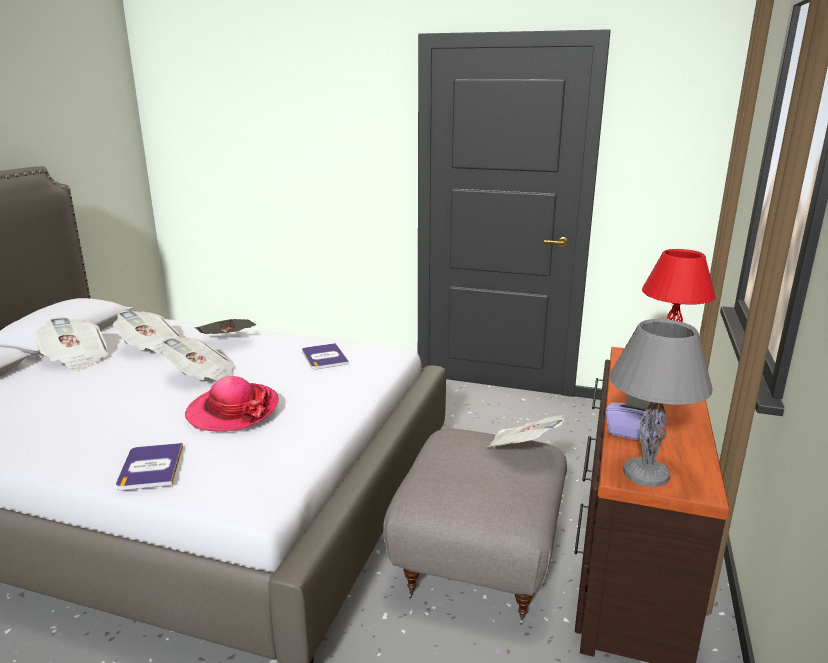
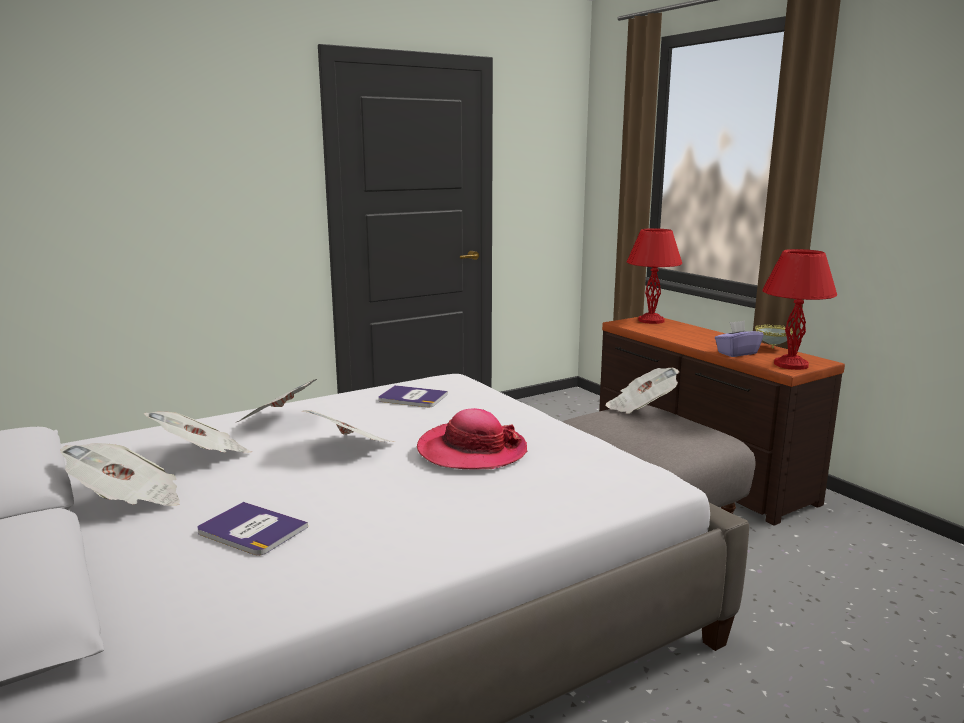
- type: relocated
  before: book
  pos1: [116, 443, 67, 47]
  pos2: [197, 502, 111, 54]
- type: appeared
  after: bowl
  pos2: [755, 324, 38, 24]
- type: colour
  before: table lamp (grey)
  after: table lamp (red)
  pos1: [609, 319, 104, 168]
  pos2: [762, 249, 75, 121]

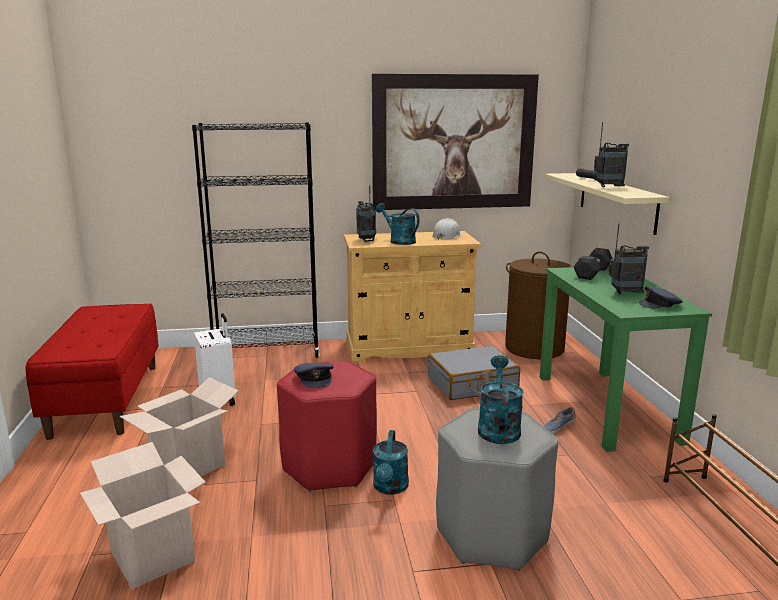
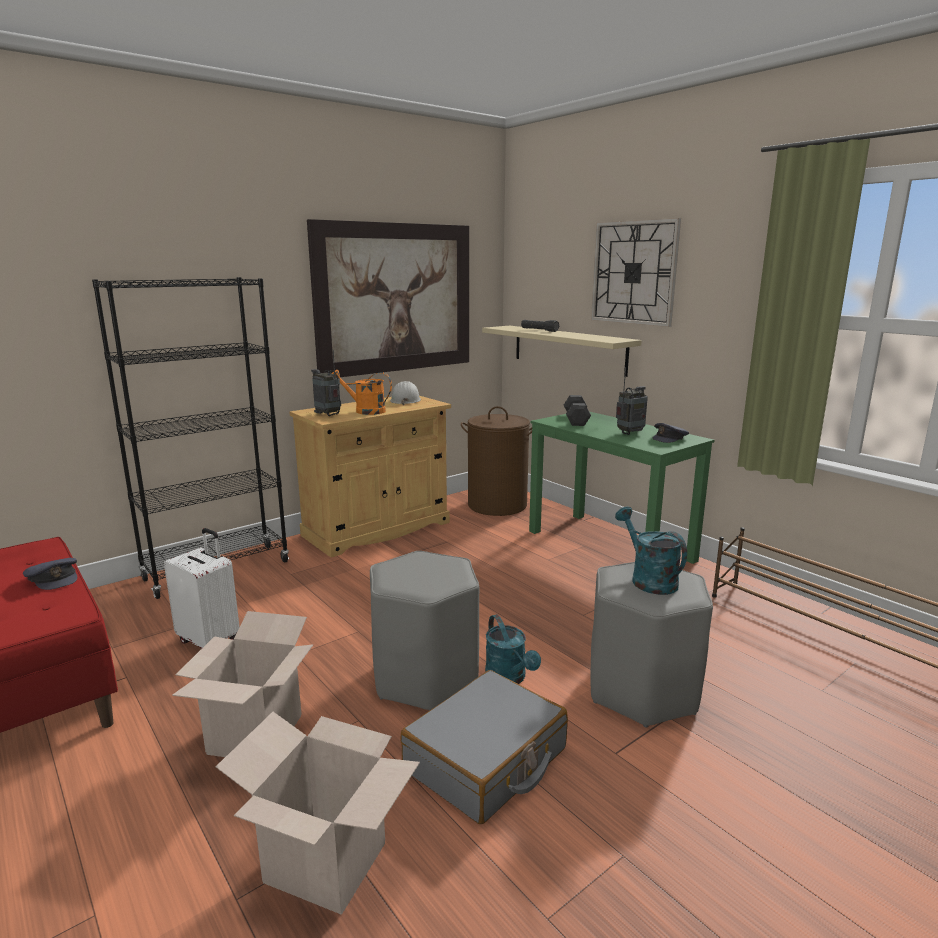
- type: relocated
  before: cap (grey)
  pos1: [294, 363, 40, 25]
  pos2: [23, 558, 54, 32]
- type: colour
  before: watering can (turquoise)
  after: watering can (orange)
  pos1: [376, 203, 44, 42]
  pos2: [332, 370, 60, 45]
- type: colour
  before: stool (red)
  after: stool (grey)
  pos1: [277, 361, 100, 131]
  pos2: [370, 551, 109, 160]
- type: relocated
  before: suitcase (grey)
  pos1: [428, 346, 92, 54]
  pos2: [401, 670, 167, 154]
- type: appeared
  after: wall clock
  pos2: [591, 218, 90, 109]
- type: missing
  before: shoe
  pos1: [543, 407, 33, 28]
- type: missing
  before: radio
  pos1: [594, 122, 35, 65]

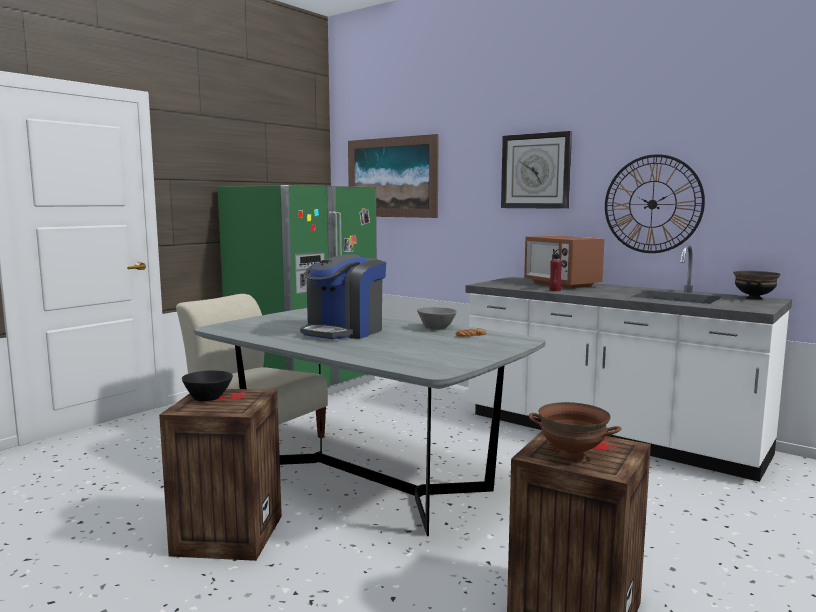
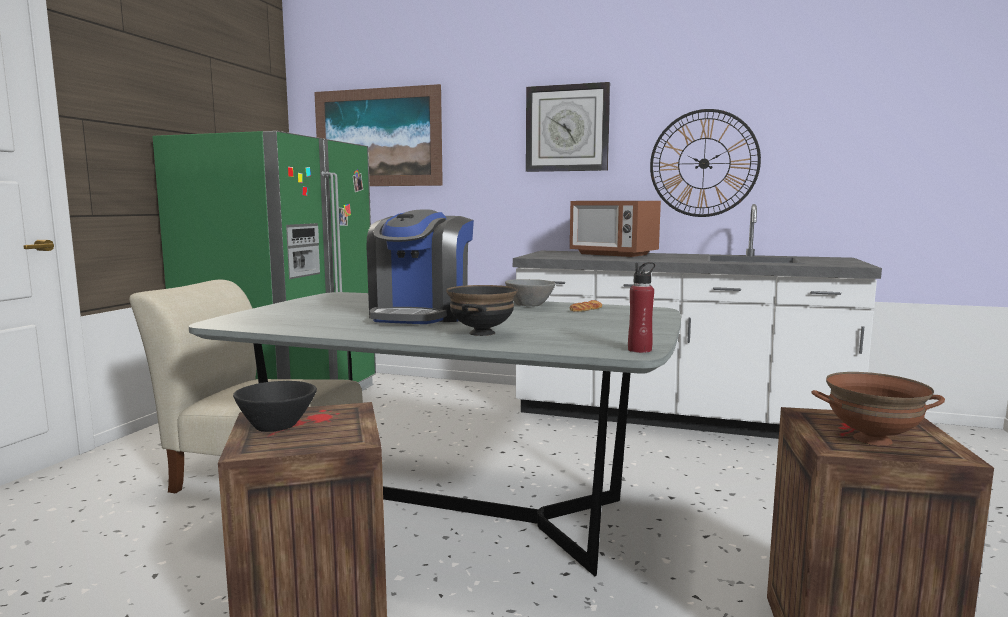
- type: relocated
  before: bowl (black)
  pos1: [733, 271, 47, 29]
  pos2: [446, 285, 72, 51]
- type: relocated
  before: bottle (red)
  pos1: [549, 249, 14, 42]
  pos2: [628, 262, 27, 91]

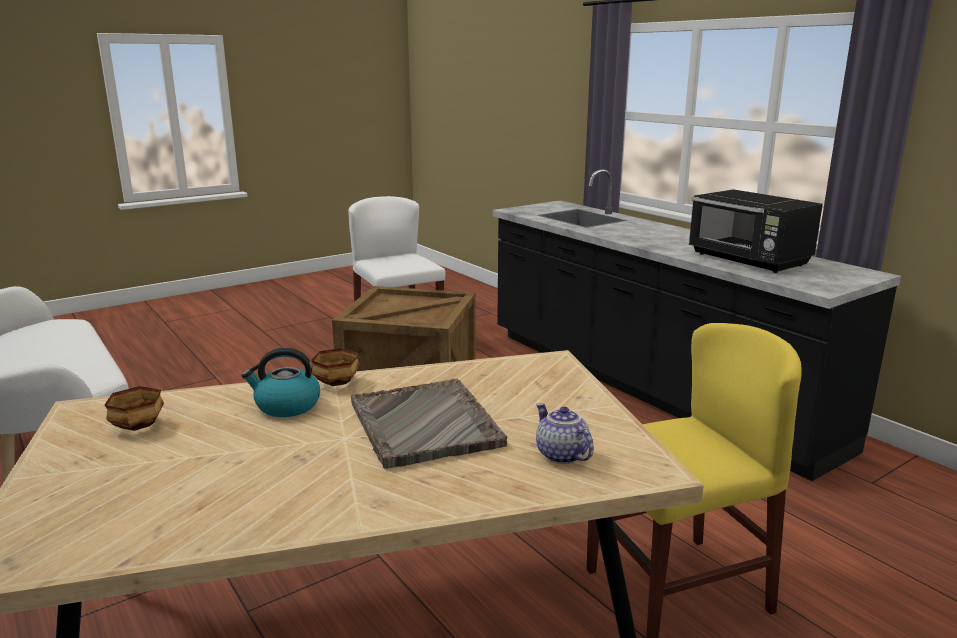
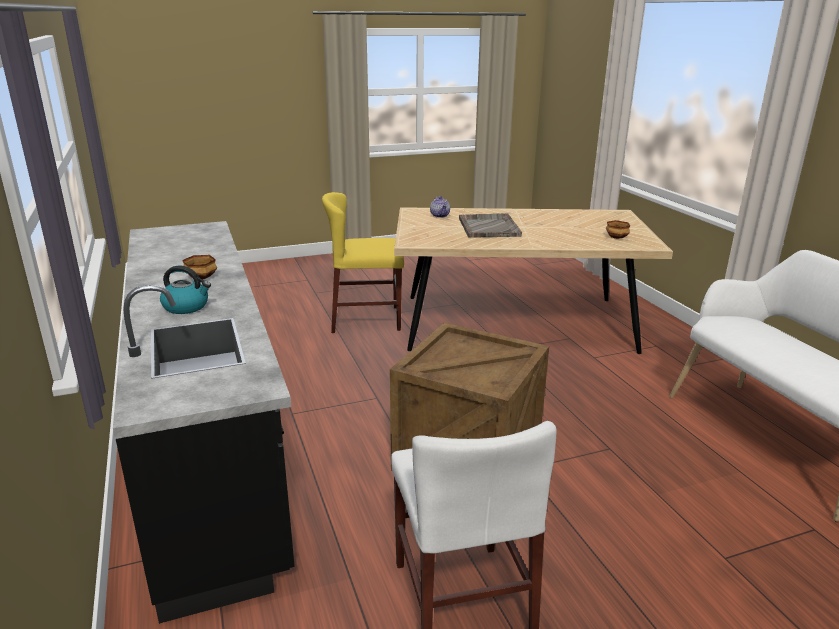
- type: relocated
  before: kettle
  pos1: [242, 348, 78, 69]
  pos2: [160, 266, 51, 48]
- type: relocated
  before: bowl
  pos1: [311, 348, 49, 38]
  pos2: [182, 255, 35, 25]
- type: missing
  before: microwave (black)
  pos1: [689, 189, 134, 84]

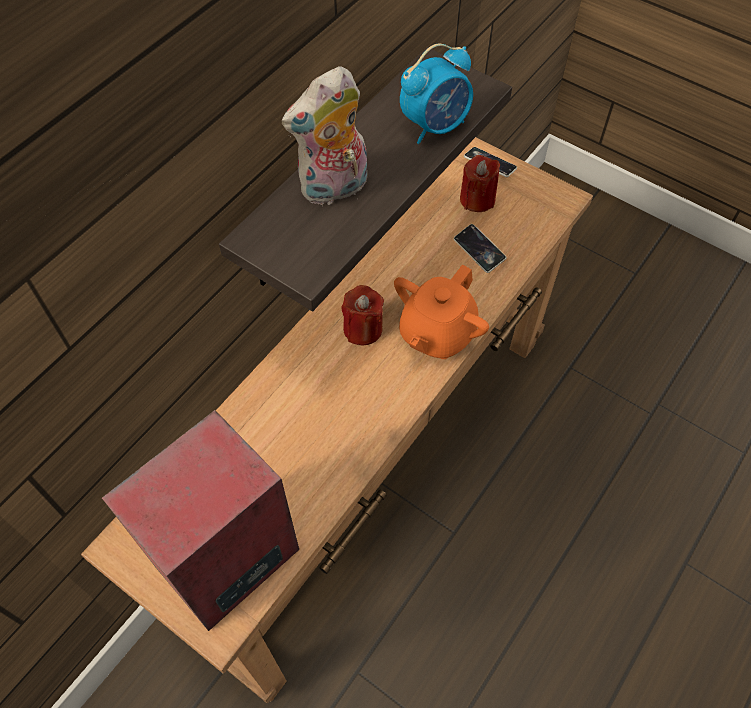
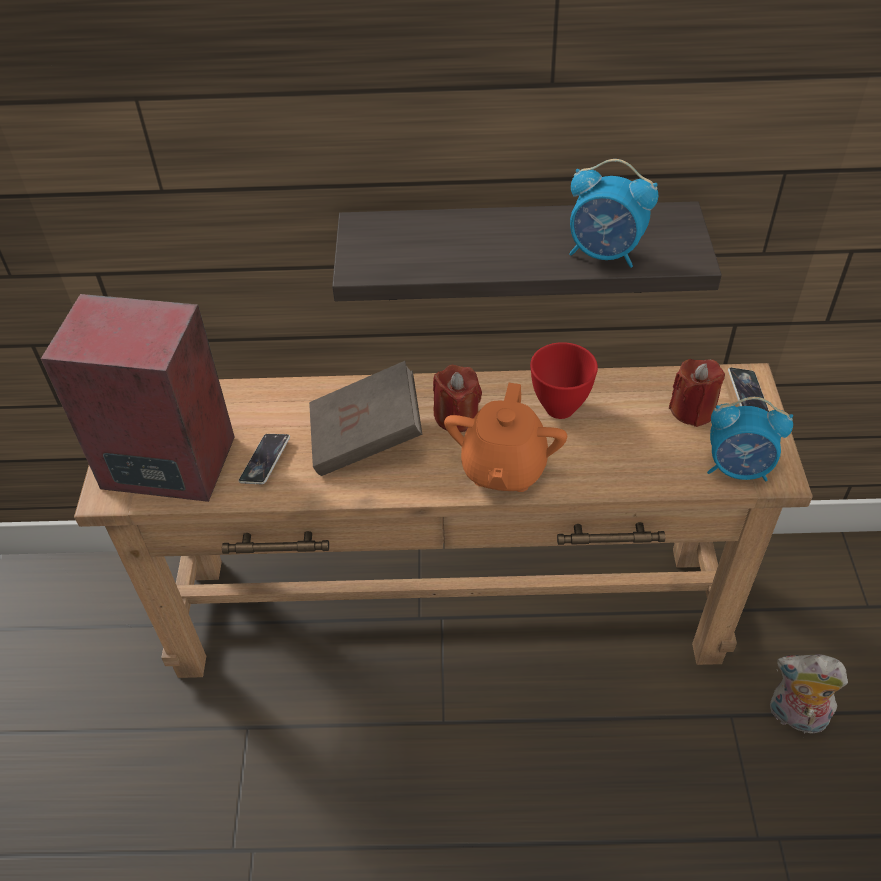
- type: relocated
  before: phone
  pos1: [454, 224, 52, 49]
  pos2: [238, 434, 52, 50]
- type: appeared
  after: book (brown)
  pos2: [309, 361, 113, 115]
- type: spun
  before: teapot (orange)
  pos1: [394, 264, 95, 95]
  pos2: [444, 383, 123, 109]
  turn: -75
- type: appeared
  after: bowl (red)
  pos2: [530, 342, 68, 77]
- type: appeared
  after: alarm clock
  pos2: [707, 397, 86, 84]
- type: relocated
  before: plush toy
  pos1: [282, 66, 85, 139]
  pos2: [770, 654, 78, 79]

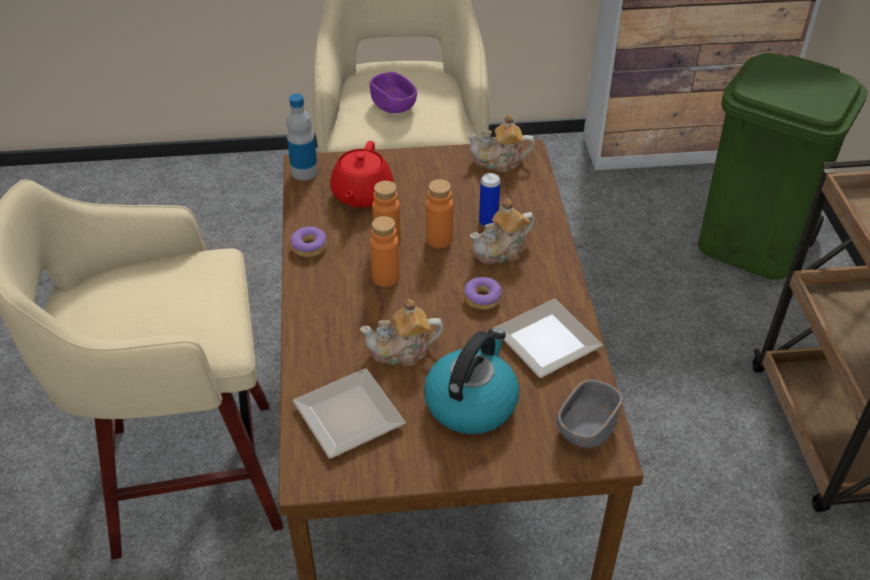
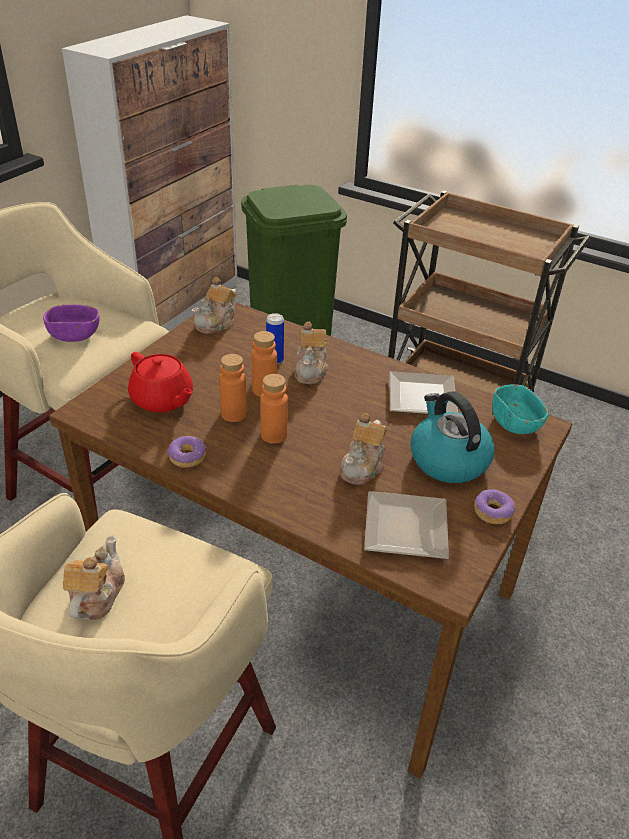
- type: appeared
  after: teapot
  pos2: [63, 536, 62, 84]
- type: relocated
  before: donut
  pos1: [464, 277, 38, 33]
  pos2: [474, 489, 41, 35]
- type: colour
  before: bowl (grey)
  after: bowl (turquoise)
  pos1: [557, 379, 66, 69]
  pos2: [492, 384, 56, 50]
- type: missing
  before: bottle
  pos1: [286, 94, 32, 86]

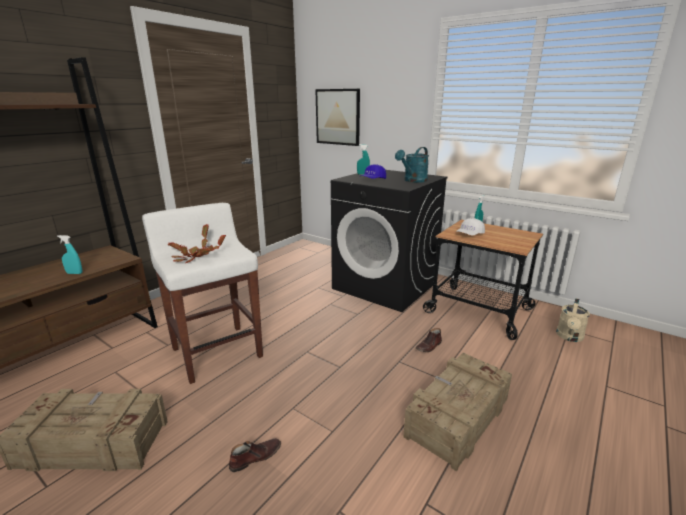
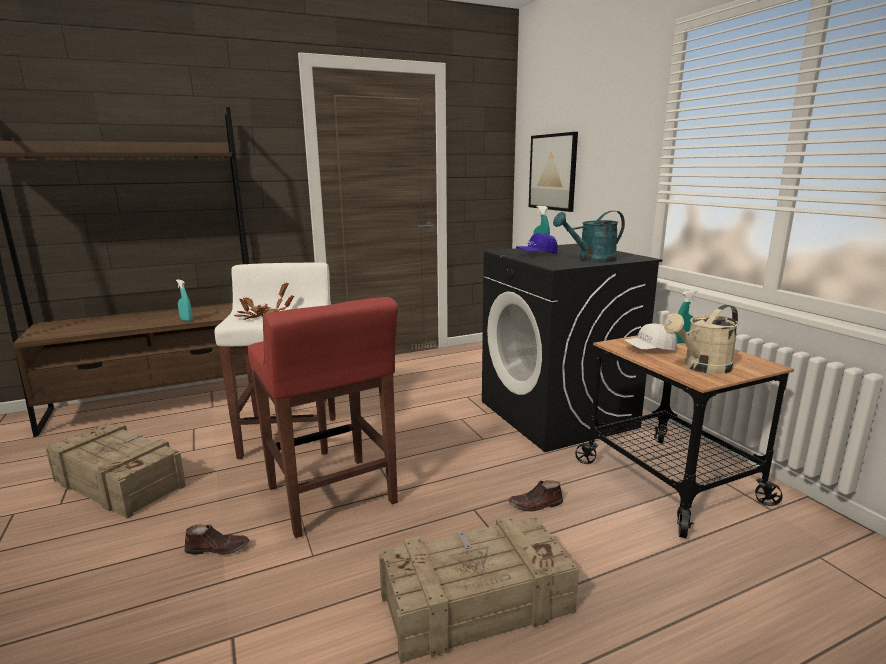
- type: appeared
  after: stool (red)
  pos2: [248, 297, 150, 241]
- type: relocated
  before: watering can (beige)
  pos1: [556, 298, 34, 44]
  pos2: [664, 305, 74, 69]

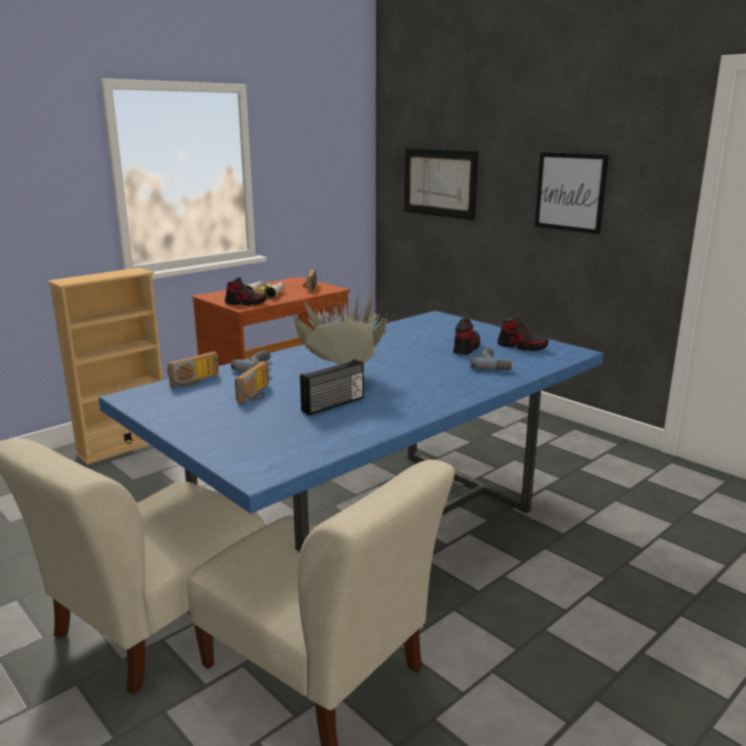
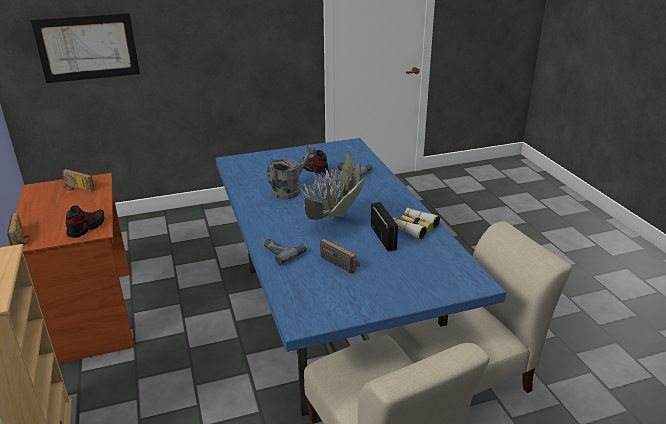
- type: relocated
  before: radio
  pos1: [167, 351, 52, 36]
  pos2: [7, 213, 23, 33]
- type: appeared
  after: watering can (grey)
  pos2: [267, 145, 50, 55]
- type: relocated
  before: binoculars
  pos1: [246, 281, 39, 17]
  pos2: [393, 208, 47, 31]
- type: missing
  before: shoe
  pos1: [497, 315, 52, 36]
- type: missing
  before: picture
  pos1: [535, 152, 74, 82]

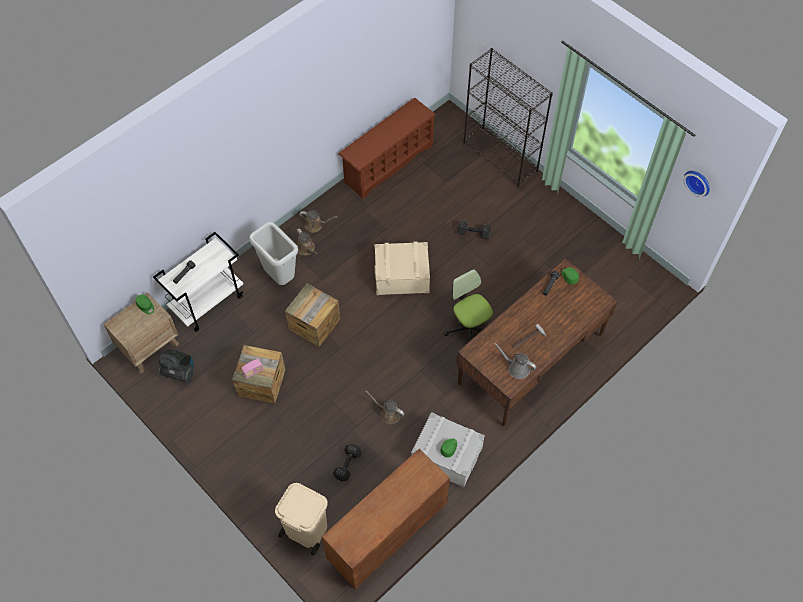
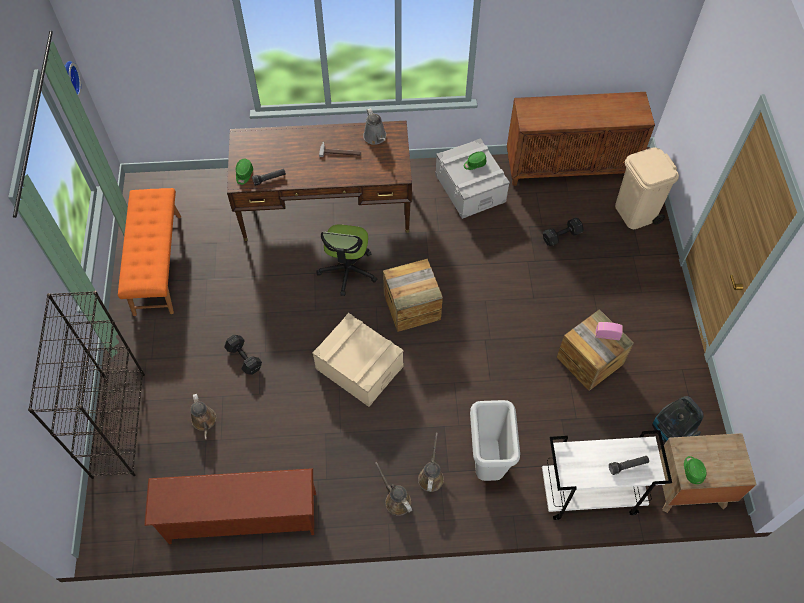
- type: appeared
  after: bench (orange)
  pos2: [118, 188, 63, 128]
- type: relocated
  before: watering can (brown)
  pos1: [365, 391, 39, 33]
  pos2: [190, 393, 26, 47]
- type: relocated
  before: crate
  pos1: [285, 283, 55, 64]
  pos2: [383, 258, 60, 74]

